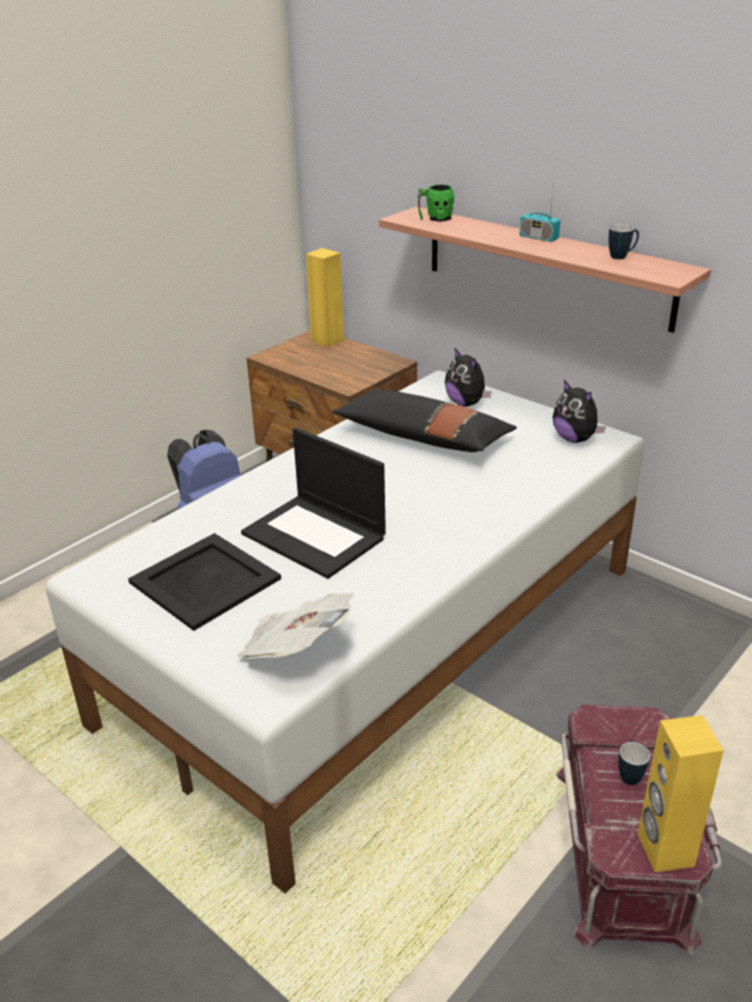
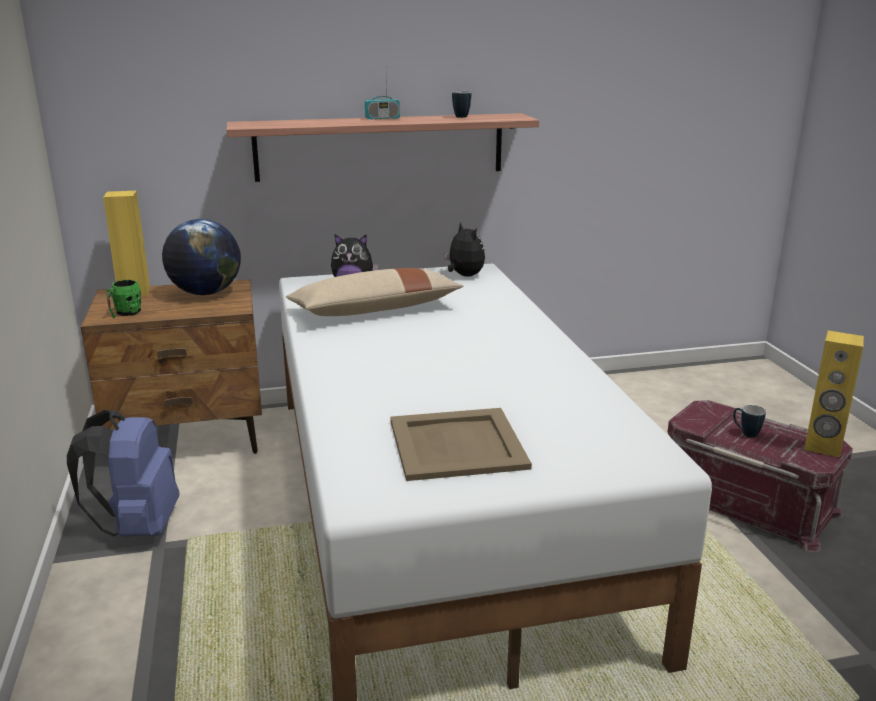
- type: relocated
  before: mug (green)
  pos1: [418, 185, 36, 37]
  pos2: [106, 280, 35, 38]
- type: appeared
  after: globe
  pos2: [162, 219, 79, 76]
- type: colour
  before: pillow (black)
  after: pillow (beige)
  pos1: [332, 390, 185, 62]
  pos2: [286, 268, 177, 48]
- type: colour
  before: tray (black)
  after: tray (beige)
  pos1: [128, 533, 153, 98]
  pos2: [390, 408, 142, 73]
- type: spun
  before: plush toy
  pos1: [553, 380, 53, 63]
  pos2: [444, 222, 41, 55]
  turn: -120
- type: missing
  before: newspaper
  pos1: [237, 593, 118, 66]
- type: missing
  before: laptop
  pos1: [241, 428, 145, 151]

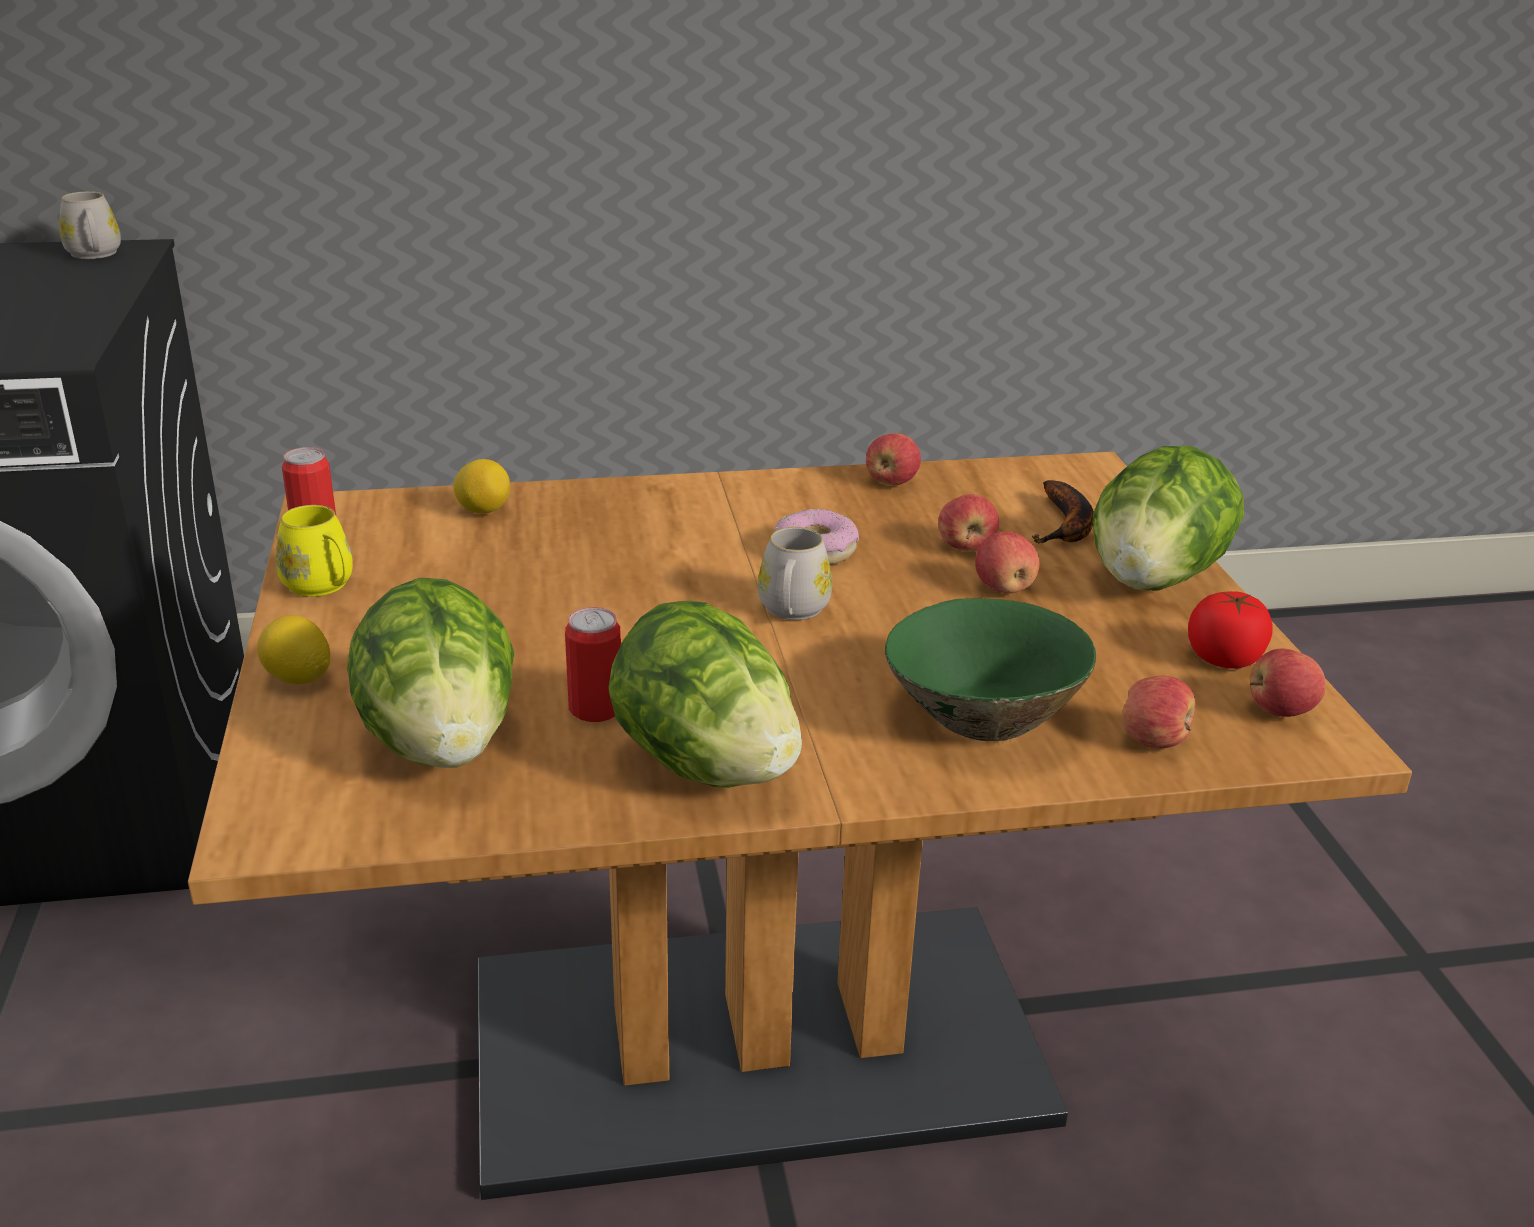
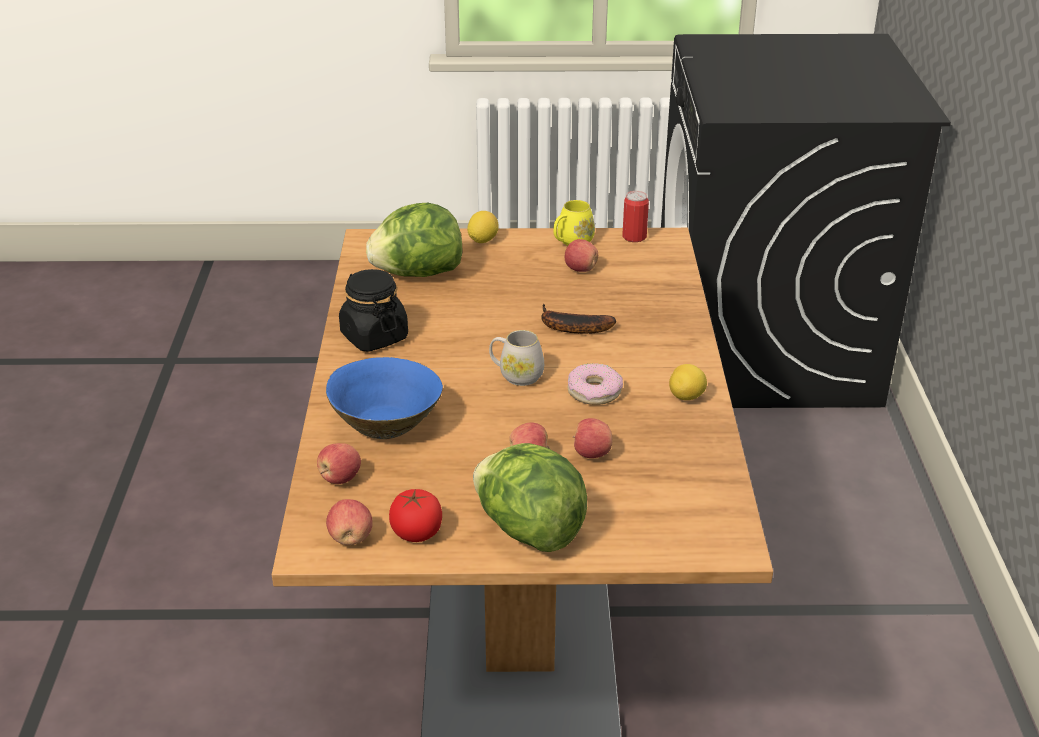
- type: colour
  before: bowl (green)
  after: bowl (blue)
  pos1: [885, 598, 211, 143]
  pos2: [326, 357, 117, 82]
- type: exchanged
  before: lettuce
  after: jar (black)
  pos1: [608, 601, 194, 187]
  pos2: [339, 269, 69, 83]
- type: relocated
  before: banana
  pos1: [1032, 480, 62, 64]
  pos2: [541, 304, 75, 30]
- type: relocated
  before: apple
  pos1: [866, 433, 55, 53]
  pos2: [565, 239, 33, 33]
- type: relocated
  before: lemon
  pos1: [454, 459, 56, 54]
  pos2: [669, 364, 38, 36]
- type: missing
  before: mug (white)
  pos1: [59, 191, 62, 68]
- type: missing
  before: can
  pos1: [565, 607, 56, 115]

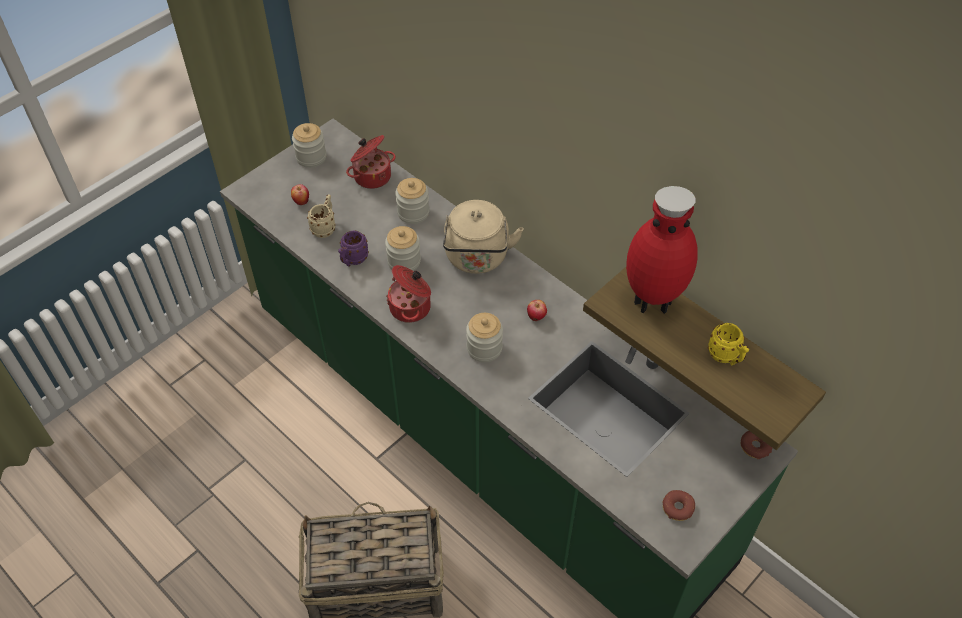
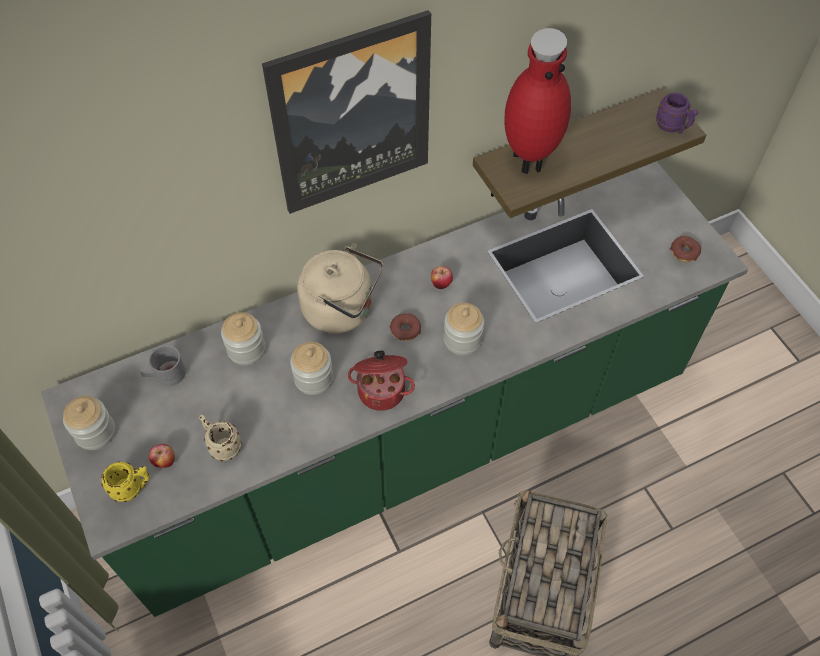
- type: relocated
  before: mug (yellow)
  pos1: [708, 323, 41, 42]
  pos2: [101, 461, 48, 41]
- type: exchanged
  before: cooking pot
  after: mug (grey)
  pos1: [346, 135, 50, 54]
  pos2: [140, 345, 46, 41]
- type: appeared
  after: picture
  pos2: [262, 10, 169, 204]
- type: relocated
  before: donut
  pos1: [741, 431, 31, 28]
  pos2: [390, 313, 31, 28]
- type: relocated
  before: mug (purple)
  pos1: [338, 230, 31, 37]
  pos2: [656, 92, 42, 42]

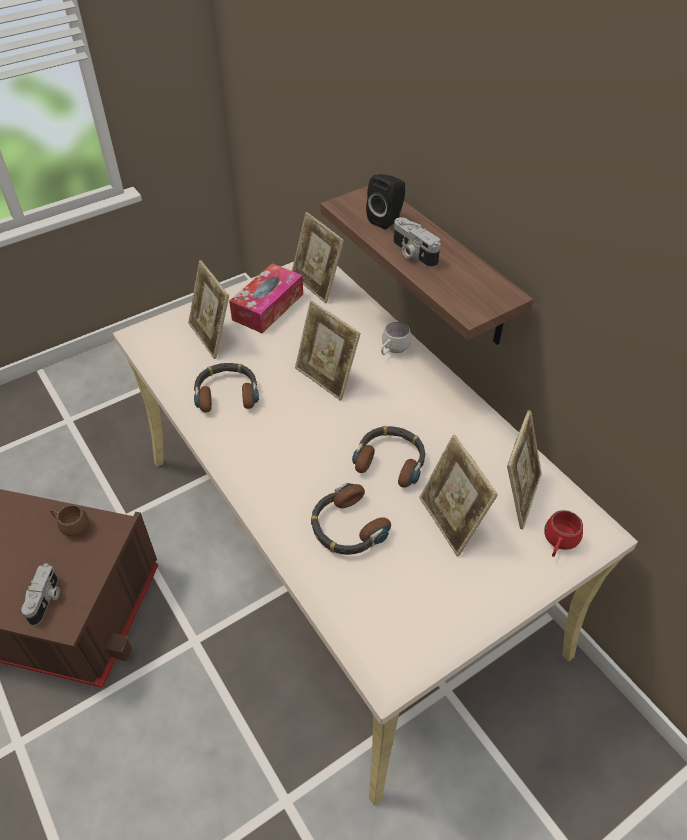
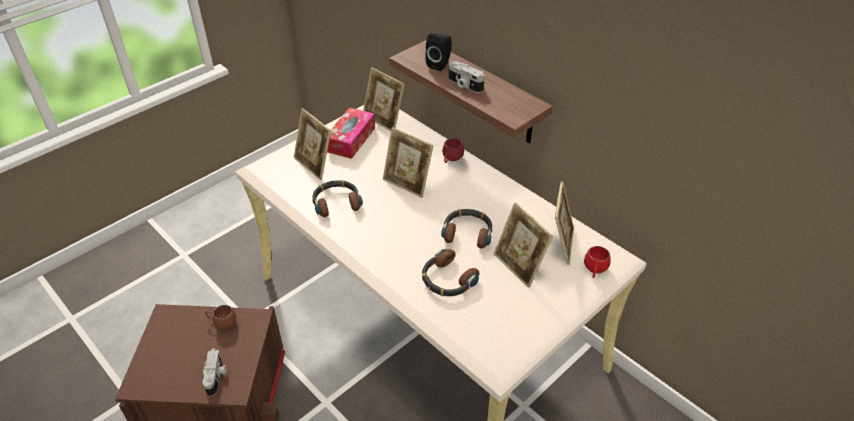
- type: colour
  before: mug (white)
  after: mug (red)
  pos1: [381, 322, 31, 33]
  pos2: [442, 138, 22, 25]

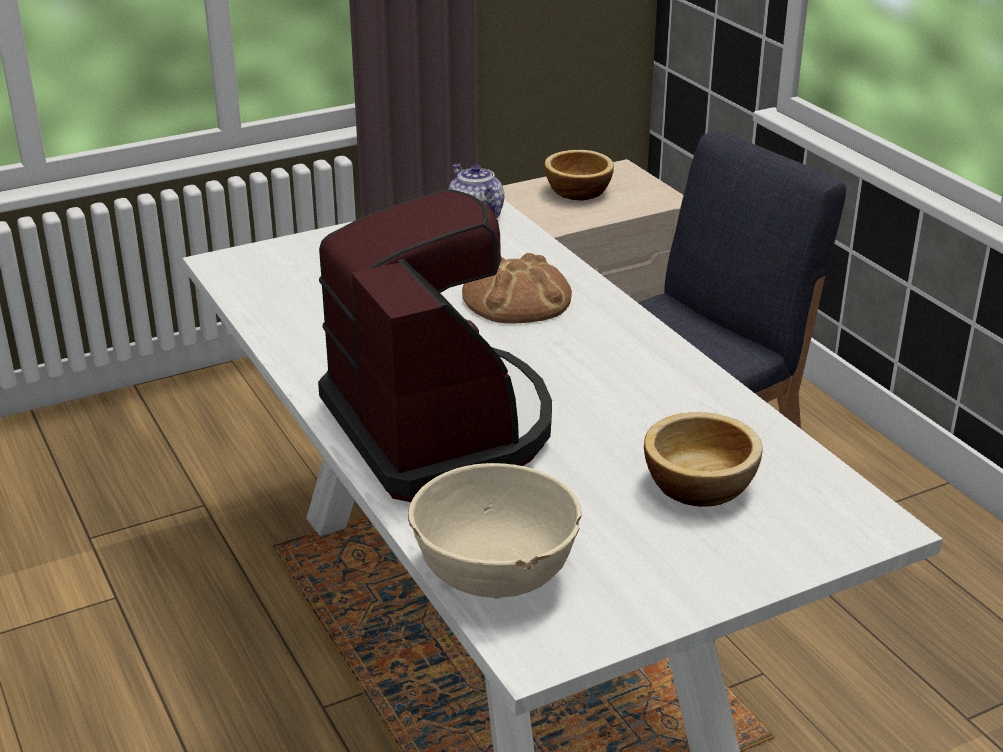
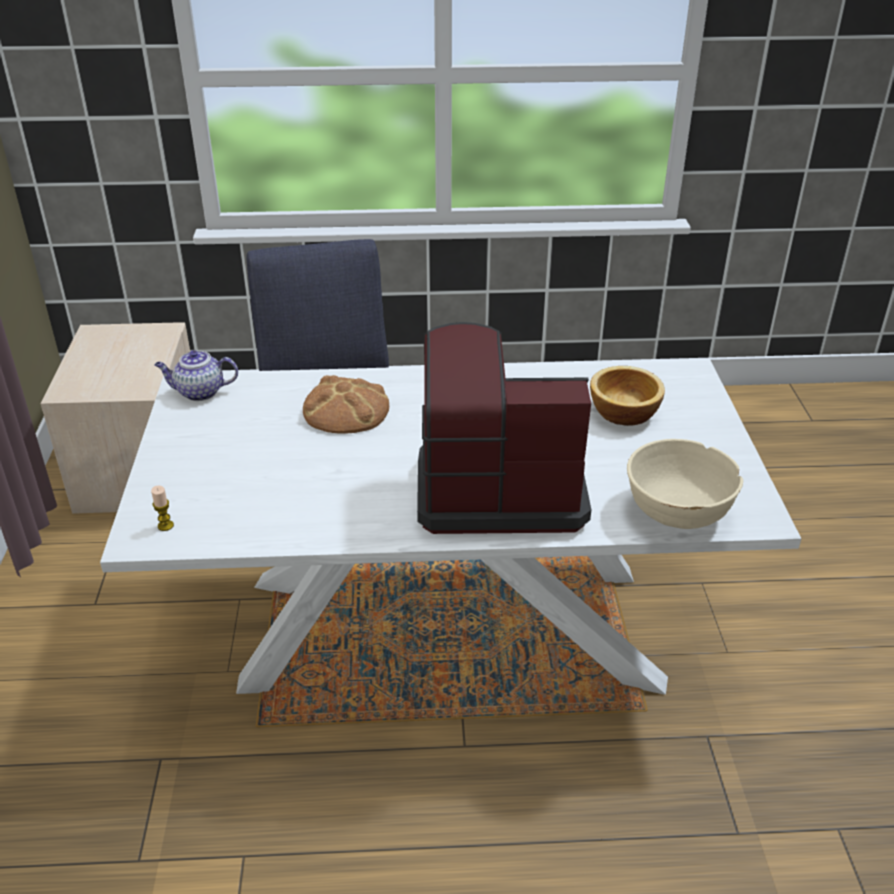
- type: appeared
  after: candle
  pos2: [151, 486, 23, 45]
- type: missing
  before: bowl
  pos1: [544, 150, 70, 51]

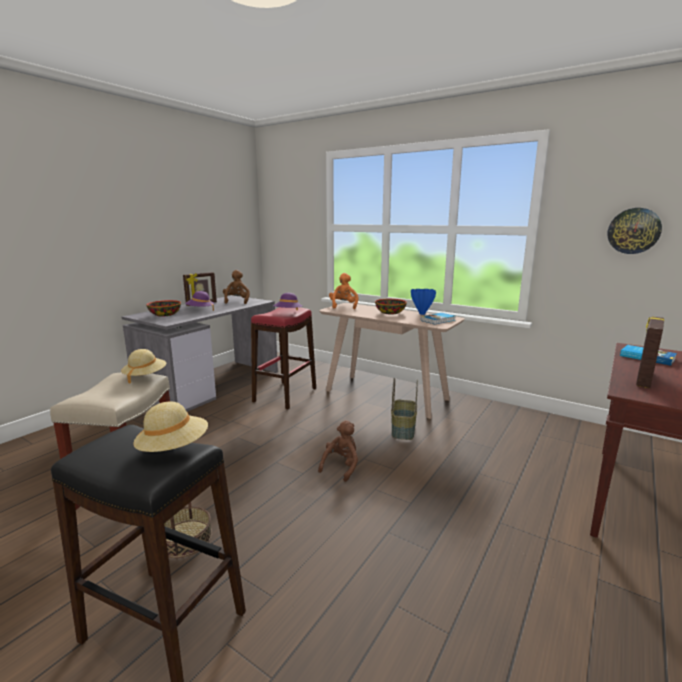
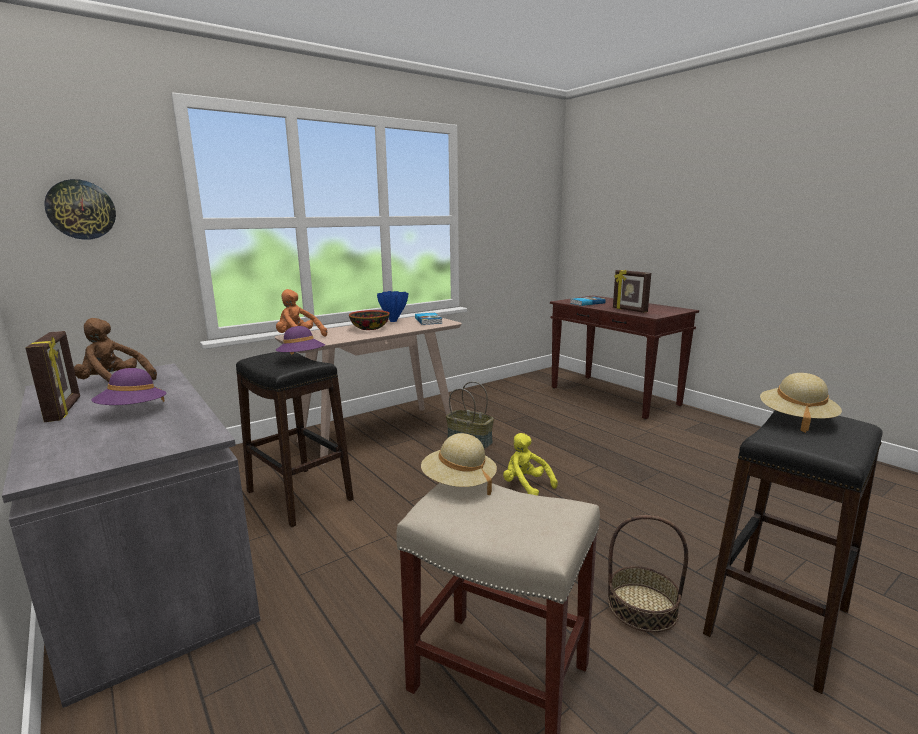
- type: relocated
  before: wall clock
  pos1: [607, 208, 55, 46]
  pos2: [44, 179, 72, 61]
- type: colour
  before: stool (red)
  after: stool (black)
  pos1: [251, 307, 65, 102]
  pos2: [236, 352, 118, 175]
- type: colour
  before: plush toy (brown)
  after: plush toy (yellow)
  pos1: [318, 420, 40, 62]
  pos2: [503, 433, 55, 63]
- type: missing
  before: bowl
  pos1: [147, 300, 34, 17]

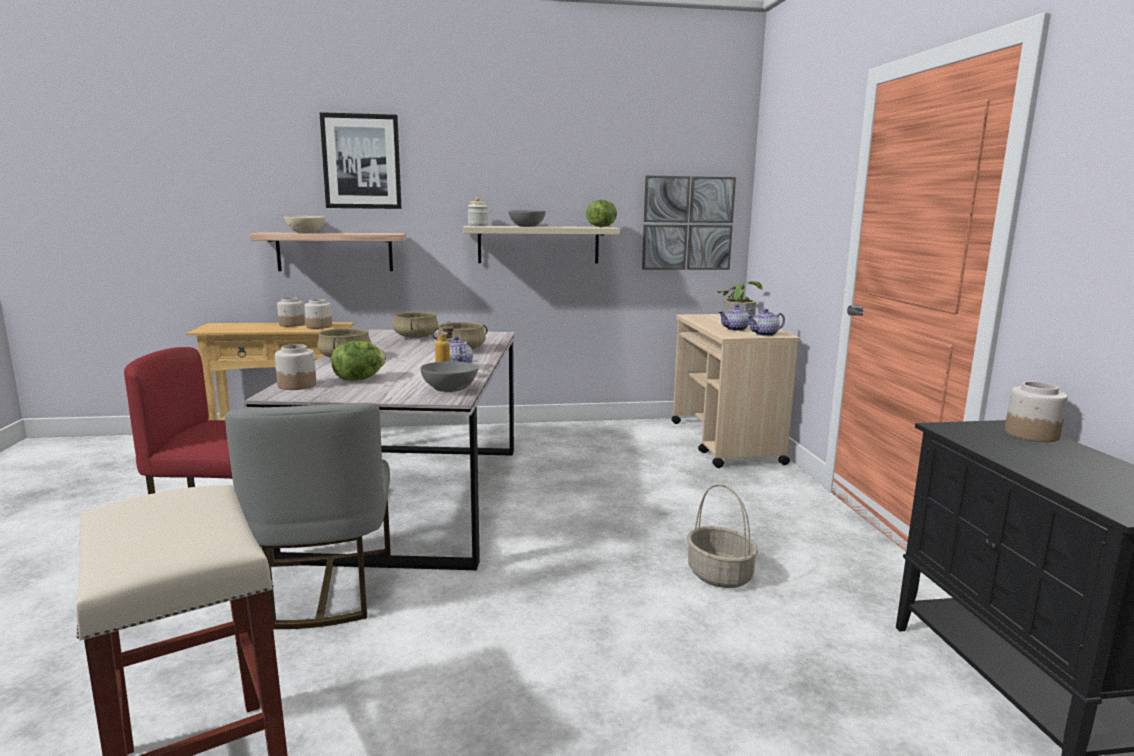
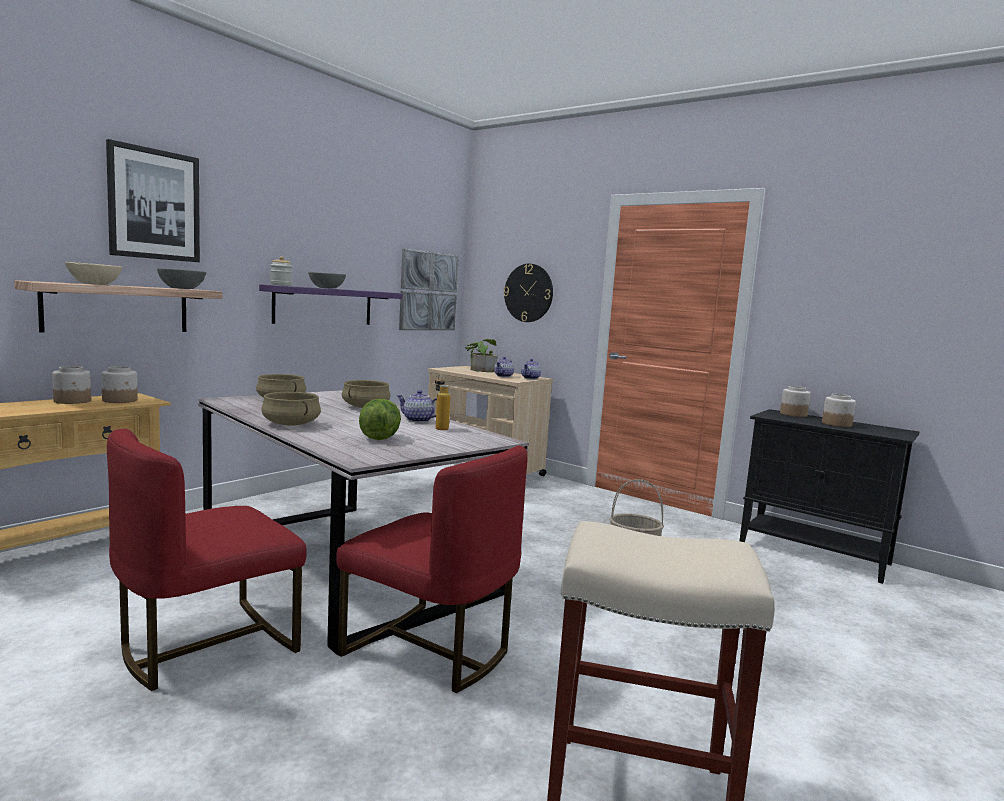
- type: relocated
  before: bowl (grey)
  pos1: [420, 361, 59, 31]
  pos2: [157, 269, 49, 20]
- type: colour
  before: shelf (beige)
  after: shelf (purple)
  pos1: [463, 226, 157, 37]
  pos2: [259, 284, 144, 41]
- type: colour
  before: chair (grey)
  after: chair (red)
  pos1: [225, 403, 166, 226]
  pos2: [336, 446, 192, 247]
- type: appeared
  after: wall clock
  pos2: [503, 264, 50, 58]
- type: relocated
  before: jar
  pos1: [275, 344, 41, 46]
  pos2: [822, 394, 34, 33]
- type: missing
  before: lettuce
  pos1: [586, 200, 31, 27]

